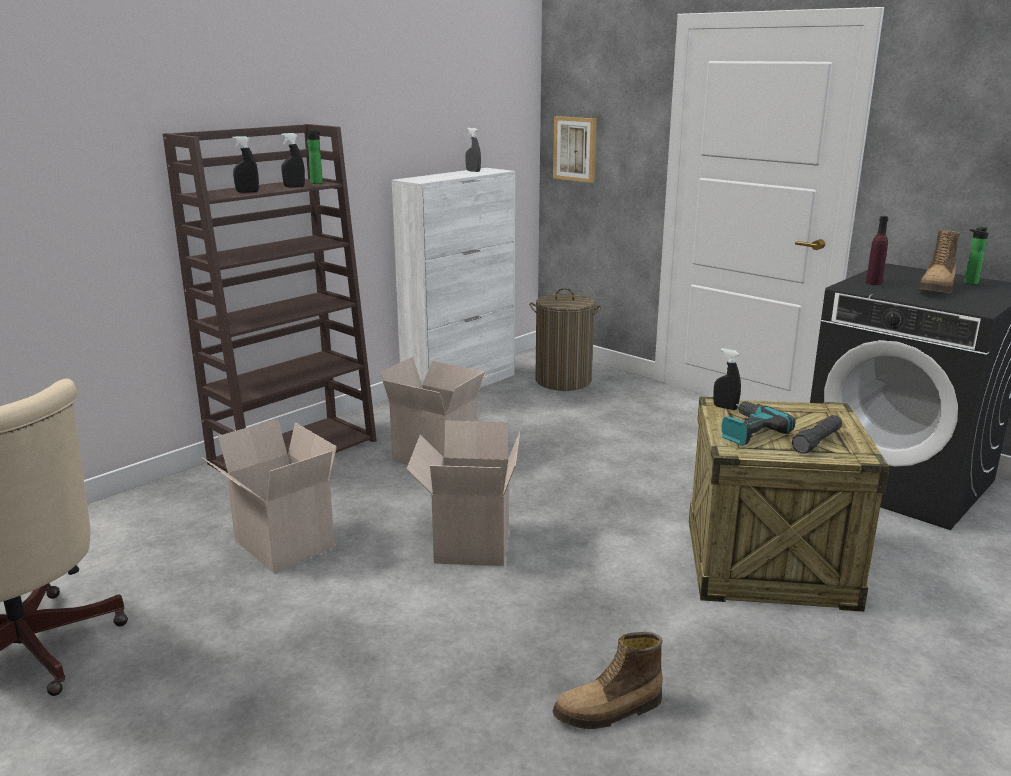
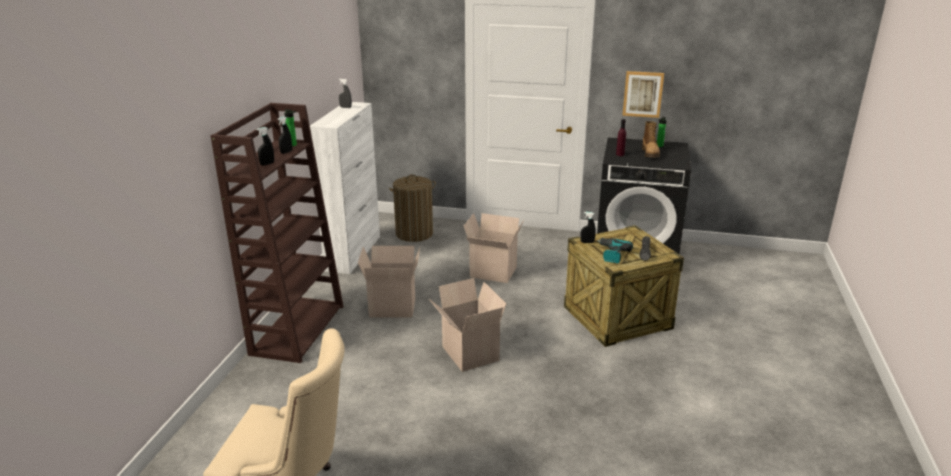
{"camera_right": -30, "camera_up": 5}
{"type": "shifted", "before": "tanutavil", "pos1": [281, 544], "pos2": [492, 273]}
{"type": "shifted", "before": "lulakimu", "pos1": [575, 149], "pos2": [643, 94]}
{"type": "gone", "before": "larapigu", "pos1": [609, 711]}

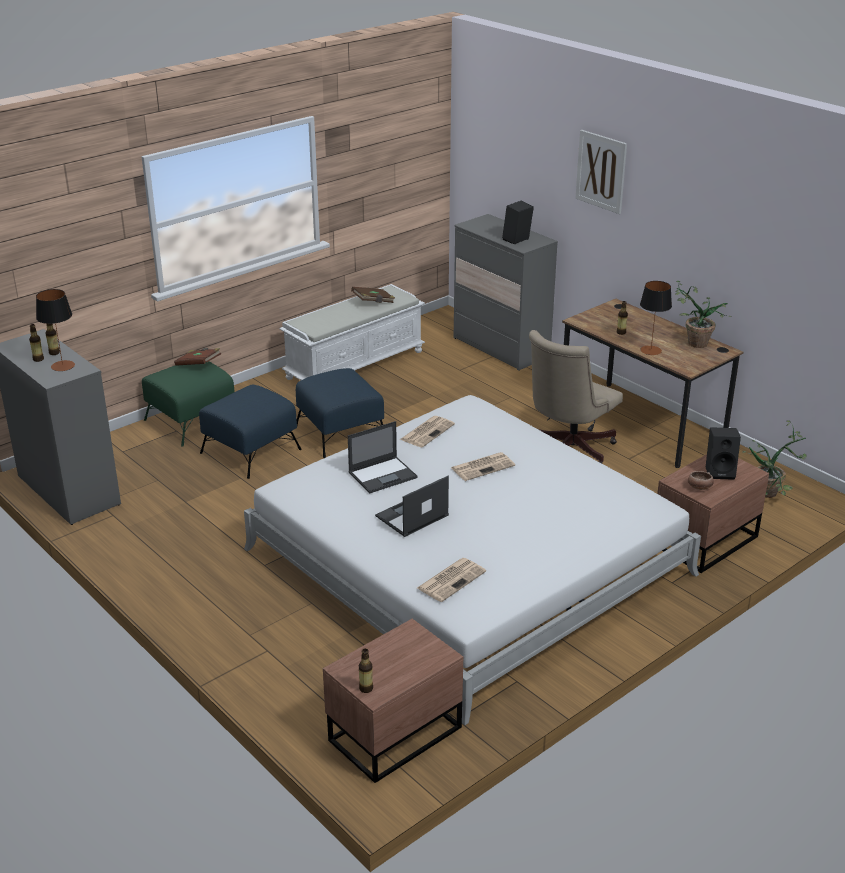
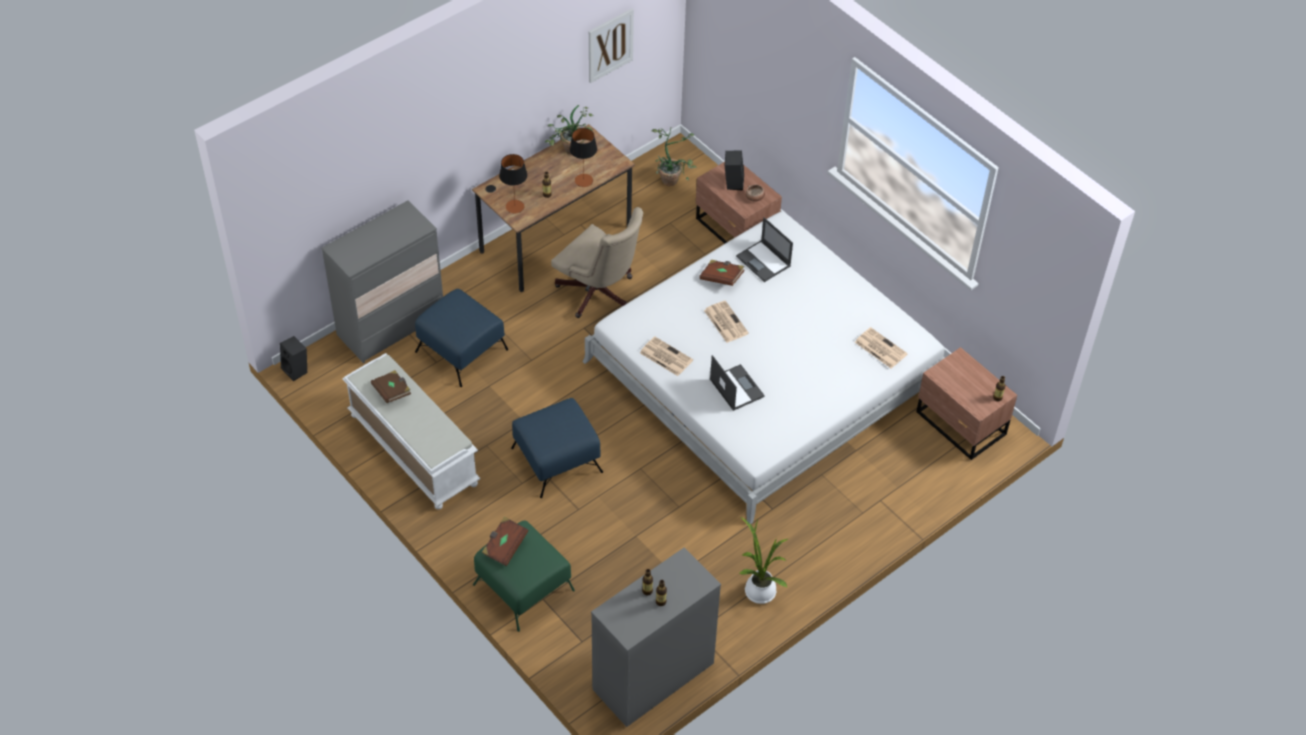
{"camera_right": -90, "camera_up": 20}
{"type": "shifted", "before": "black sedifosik", "pos1": [517, 240], "pos2": [297, 370]}
{"type": "shifted", "before": "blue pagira", "pos1": [251, 451], "pos2": [461, 350]}
{"type": "shifted", "before": "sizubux", "pos1": [62, 366], "pos2": [515, 206]}
{"type": "shifted", "before": "lulakimu", "pos1": [601, 171], "pos2": [610, 45]}
{"type": "new", "after": "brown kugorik", "pos2": [721, 278]}
{"type": "shifted", "before": "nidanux", "pos1": [411, 516], "pos2": [764, 261]}
{"type": "new", "after": "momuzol", "pos2": [758, 589]}

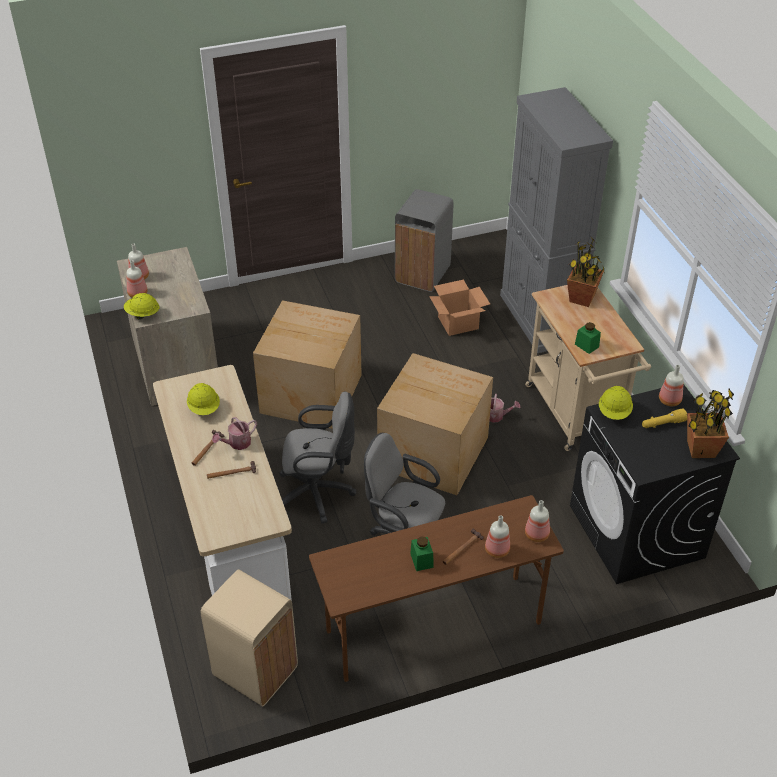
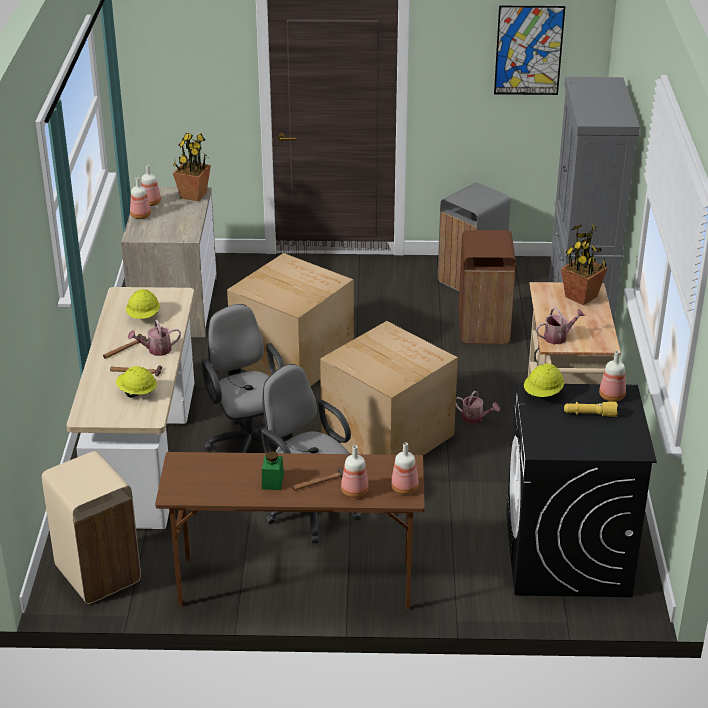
{"camera_right": 20, "camera_up": -10}
{"type": "shifted", "before": "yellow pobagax", "pos1": [142, 314], "pos2": [137, 392]}
{"type": "shifted", "before": "momuzol", "pos1": [700, 449], "pos2": [193, 195]}
{"type": "rotated", "before": "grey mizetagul", "pos1": [318, 494], "pos2": [248, 443], "turn": -135}
{"type": "swapped", "before": "tanutavil", "after": "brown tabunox", "pos1": [457, 323], "pos2": [483, 329]}
{"type": "new", "after": "lulakimu", "pos2": [528, 50]}
{"type": "swapped", "before": "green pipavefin", "after": "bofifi", "pos1": [586, 345], "pos2": [558, 337]}

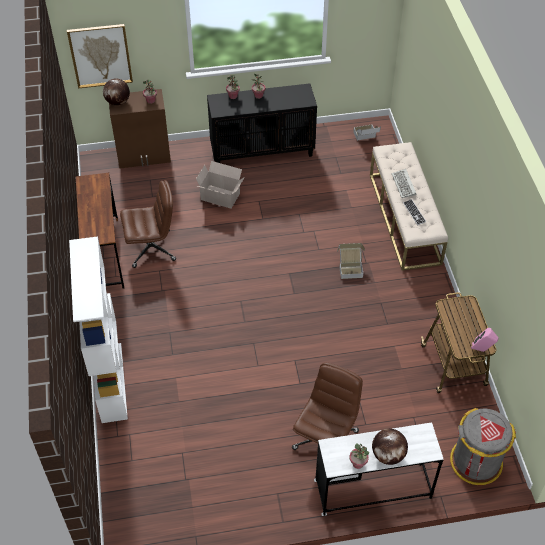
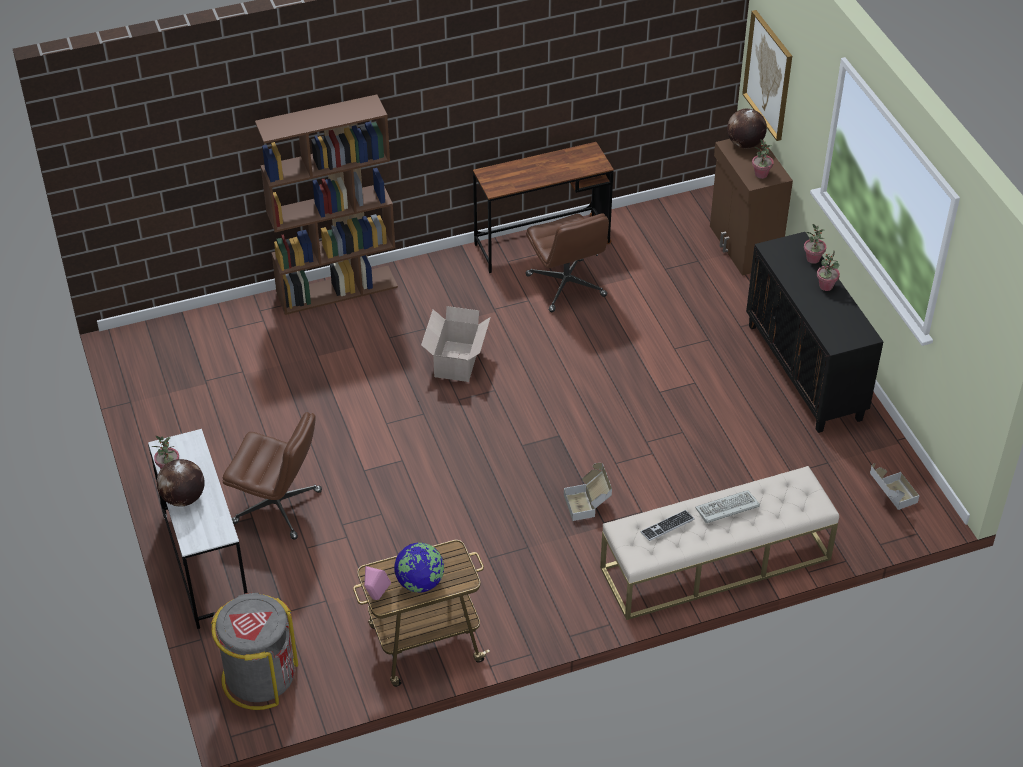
{"camera_right": 80, "camera_up": -5}
{"type": "repainted", "before": "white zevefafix", "after": "brown zevefafix", "pos1": [111, 382], "pos2": [337, 290]}
{"type": "new", "after": "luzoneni", "pos2": [420, 583]}
{"type": "shifted", "before": "tanutavil", "pos1": [221, 197], "pos2": [456, 362]}

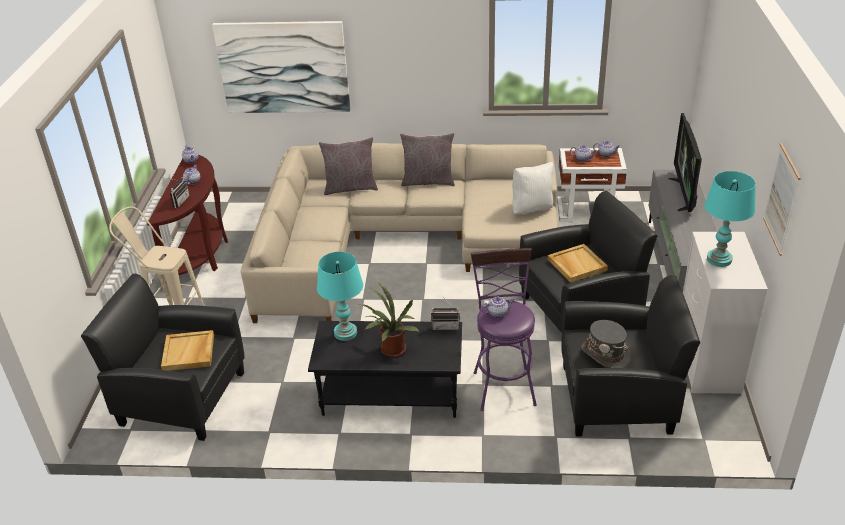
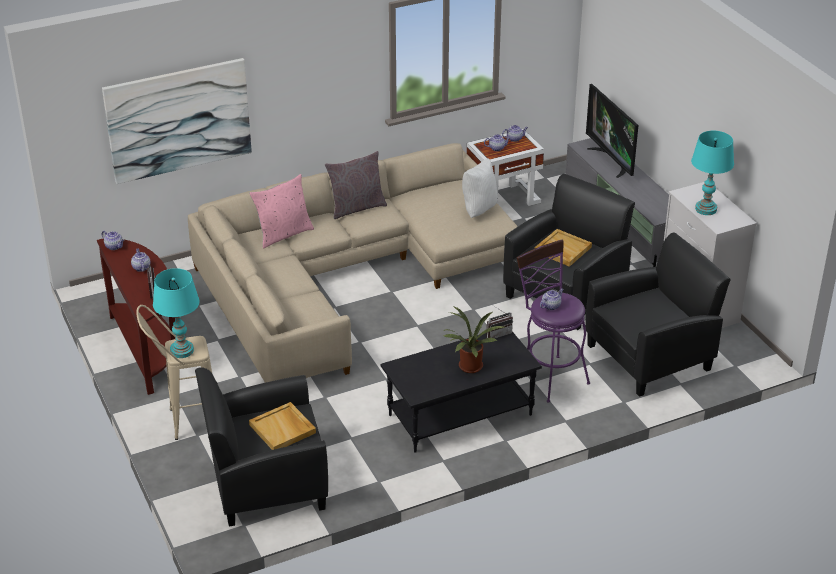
{"camera_right": -30, "camera_up": 0}
{"type": "shifted", "before": "turquoise sizubux", "pos1": [345, 333], "pos2": [182, 351]}
{"type": "repainted", "before": "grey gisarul", "after": "pink gisarul", "pos1": [350, 188], "pos2": [283, 234]}
{"type": "gone", "before": "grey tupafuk", "pos1": [606, 354]}
{"type": "gone", "before": "lulakimu", "pos1": [781, 199]}

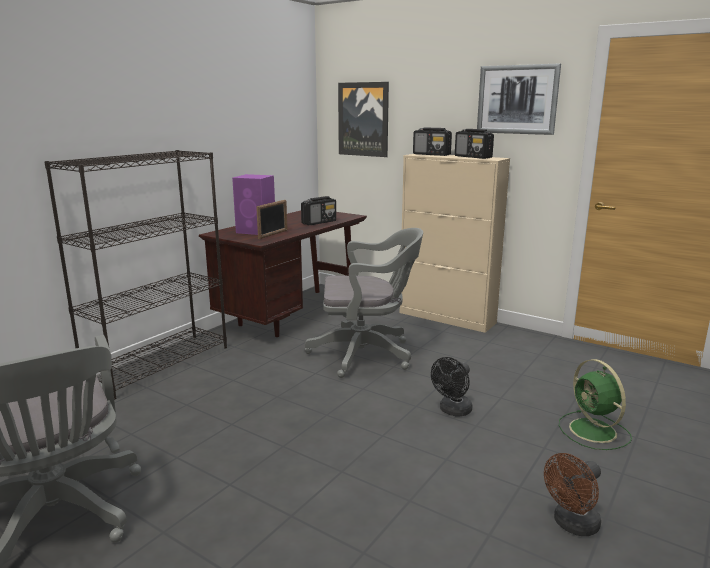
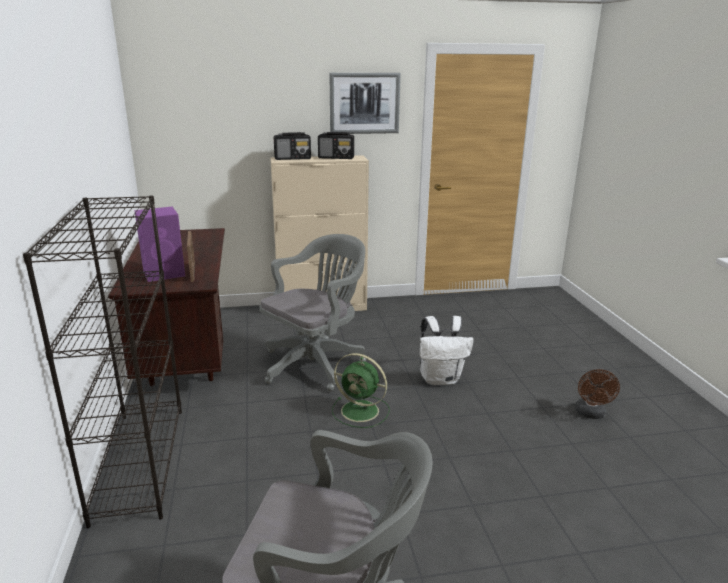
{"camera_right": -45, "camera_up": 5}
{"type": "shifted", "before": "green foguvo", "pos1": [594, 431], "pos2": [361, 411]}
{"type": "swapped", "before": "black foguvo", "after": "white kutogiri", "pos1": [453, 411], "pos2": [440, 379]}
{"type": "gone", "before": "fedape", "pos1": [319, 222]}
{"type": "gone", "before": "lulakimu", "pos1": [363, 119]}

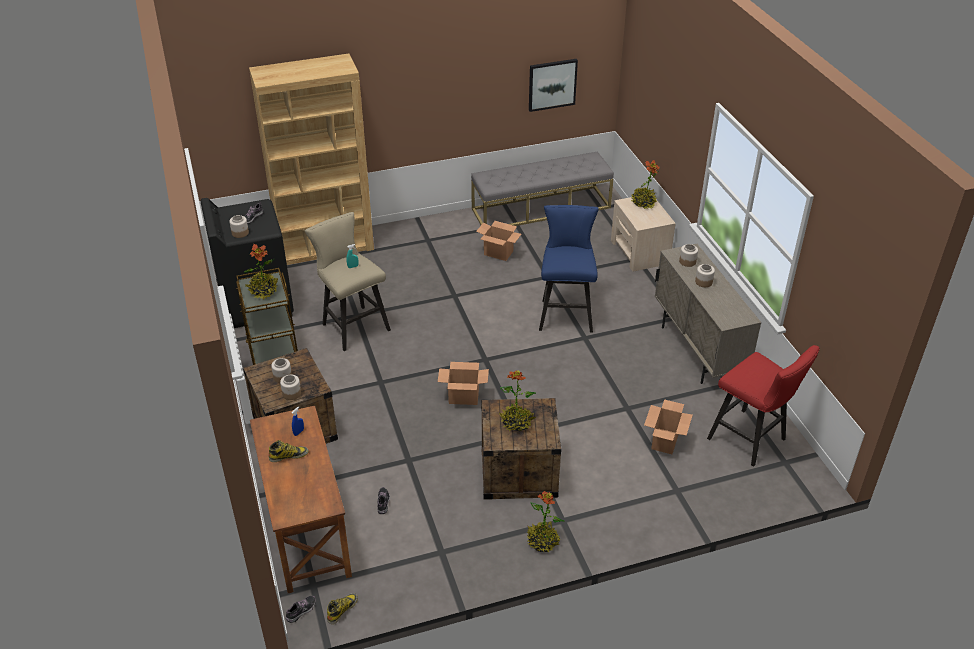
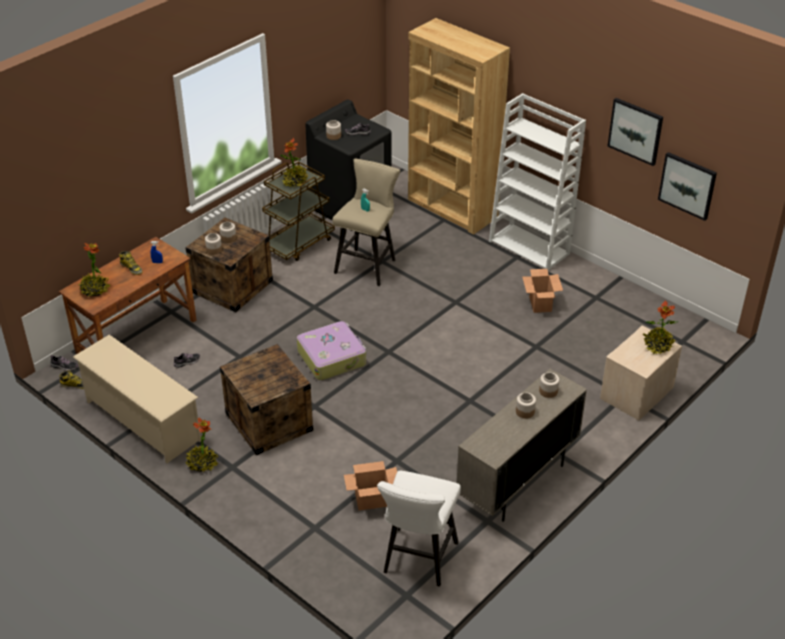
{"camera_right": 60, "camera_up": 0}
{"type": "new", "after": "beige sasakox", "pos2": [142, 421]}
{"type": "shifted", "before": "momuzol", "pos1": [516, 422], "pos2": [94, 290]}
{"type": "swapped", "before": "tanutavil", "after": "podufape", "pos1": [463, 397], "pos2": [332, 357]}
{"type": "repainted", "before": "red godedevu", "after": "white godedevu", "pos1": [751, 441], "pos2": [418, 561]}
{"type": "new", "after": "white zevefafix", "pos2": [530, 247]}
{"type": "new", "after": "lulakimu", "pos2": [635, 131]}
{"type": "gone", "before": "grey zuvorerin", "pos1": [541, 208]}
{"type": "gone", "before": "blue godedevu", "pos1": [565, 313]}

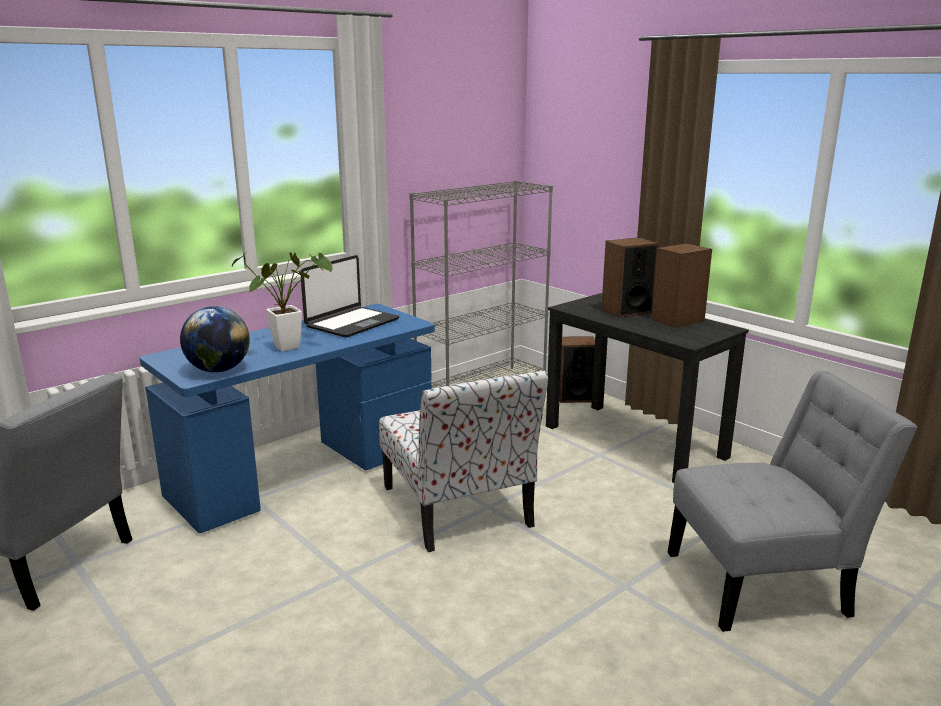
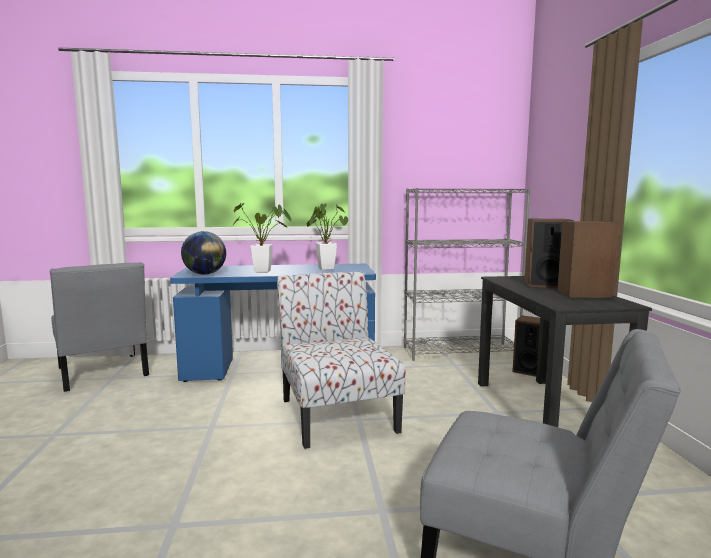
{"camera_right": 35, "camera_up": -10}
{"type": "rotated", "before": "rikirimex", "pos1": [458, 508], "pos2": [336, 413], "turn": 150}
{"type": "swapped", "before": "nidanux", "after": "momuzol", "pos1": [351, 323], "pos2": [325, 268]}

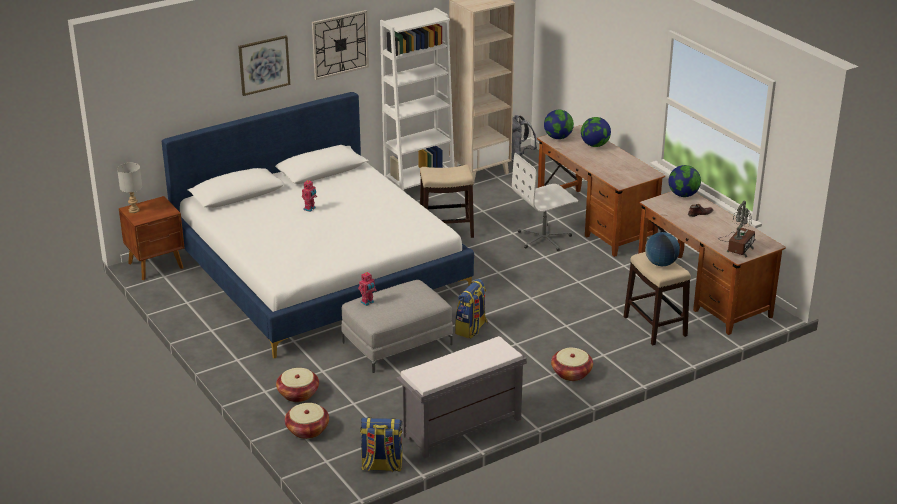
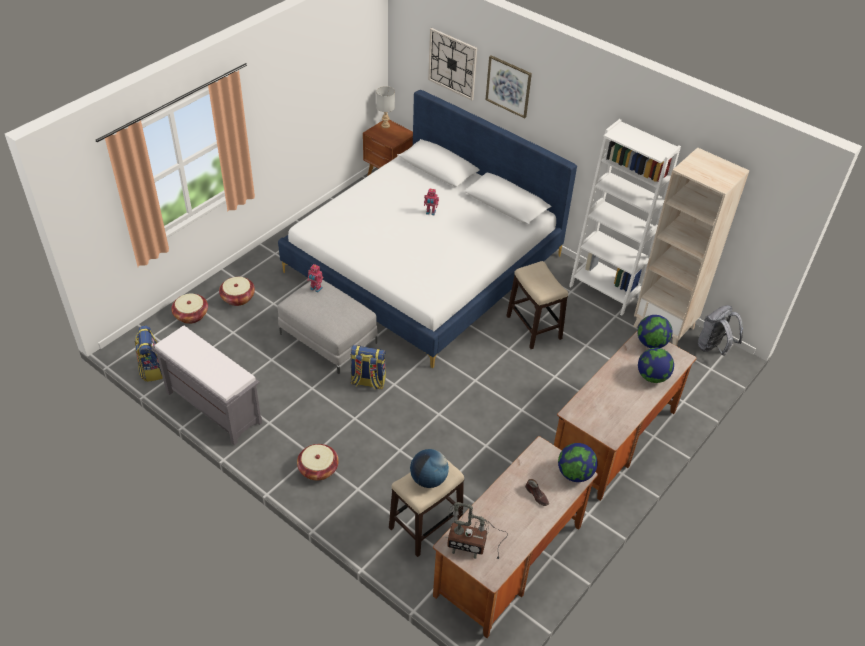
{"camera_right": 70, "camera_up": 15}
{"type": "shifted", "before": "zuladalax", "pos1": [340, 44], "pos2": [452, 64]}
{"type": "gone", "before": "white mizetagul", "pos1": [544, 238]}

